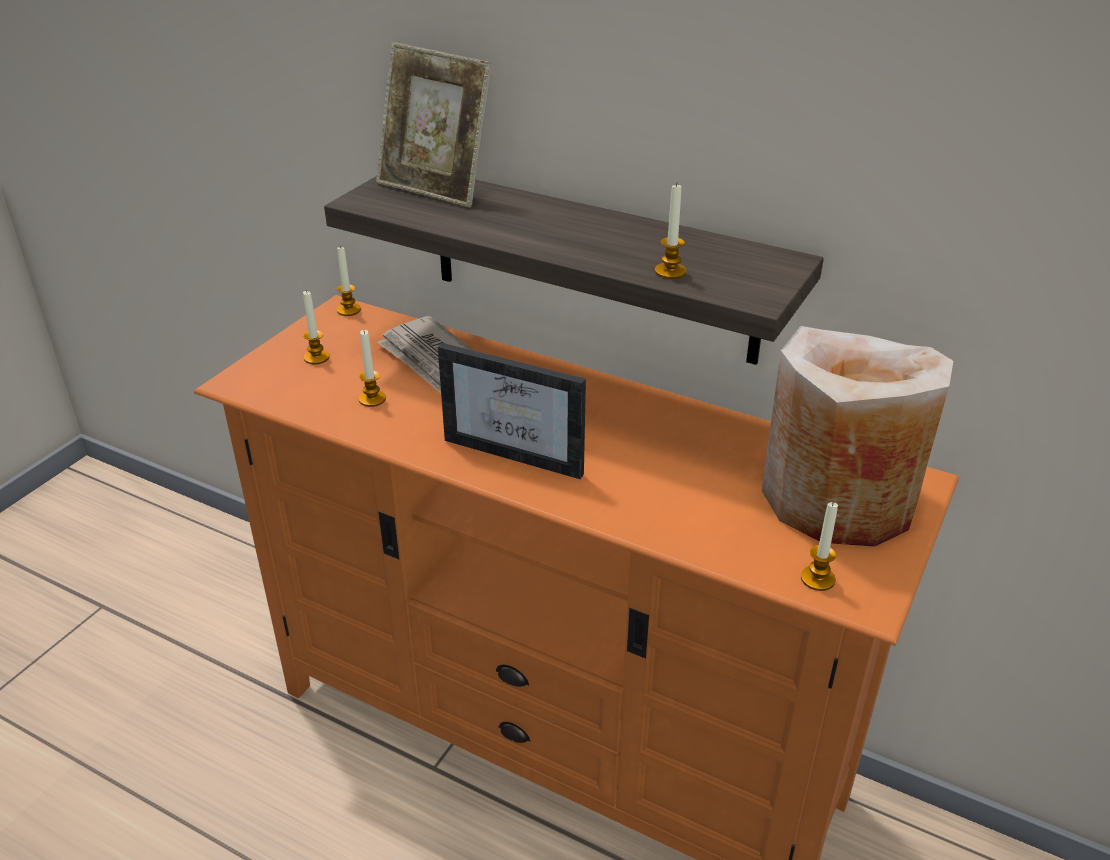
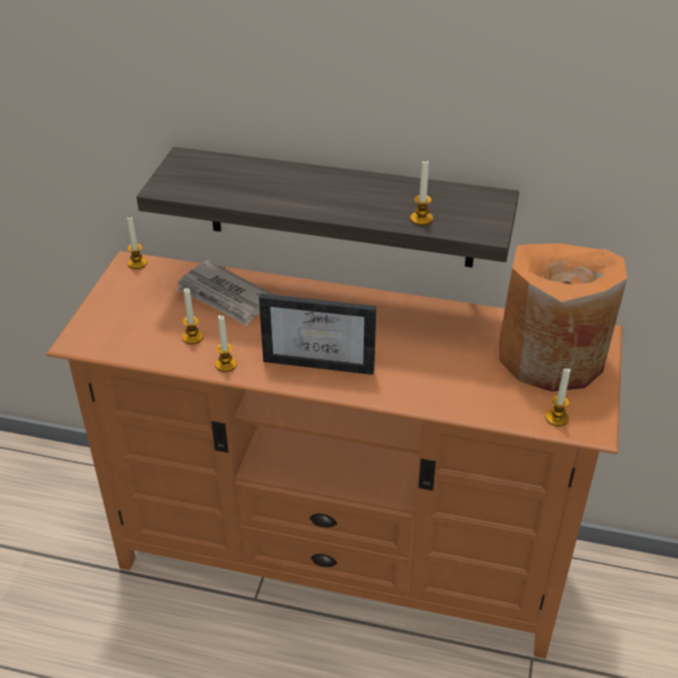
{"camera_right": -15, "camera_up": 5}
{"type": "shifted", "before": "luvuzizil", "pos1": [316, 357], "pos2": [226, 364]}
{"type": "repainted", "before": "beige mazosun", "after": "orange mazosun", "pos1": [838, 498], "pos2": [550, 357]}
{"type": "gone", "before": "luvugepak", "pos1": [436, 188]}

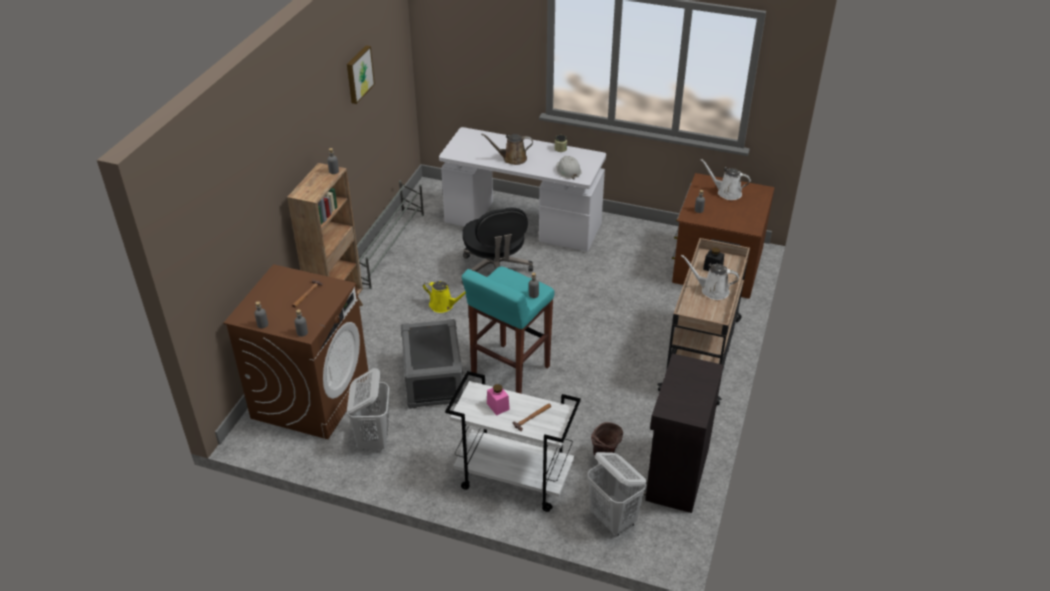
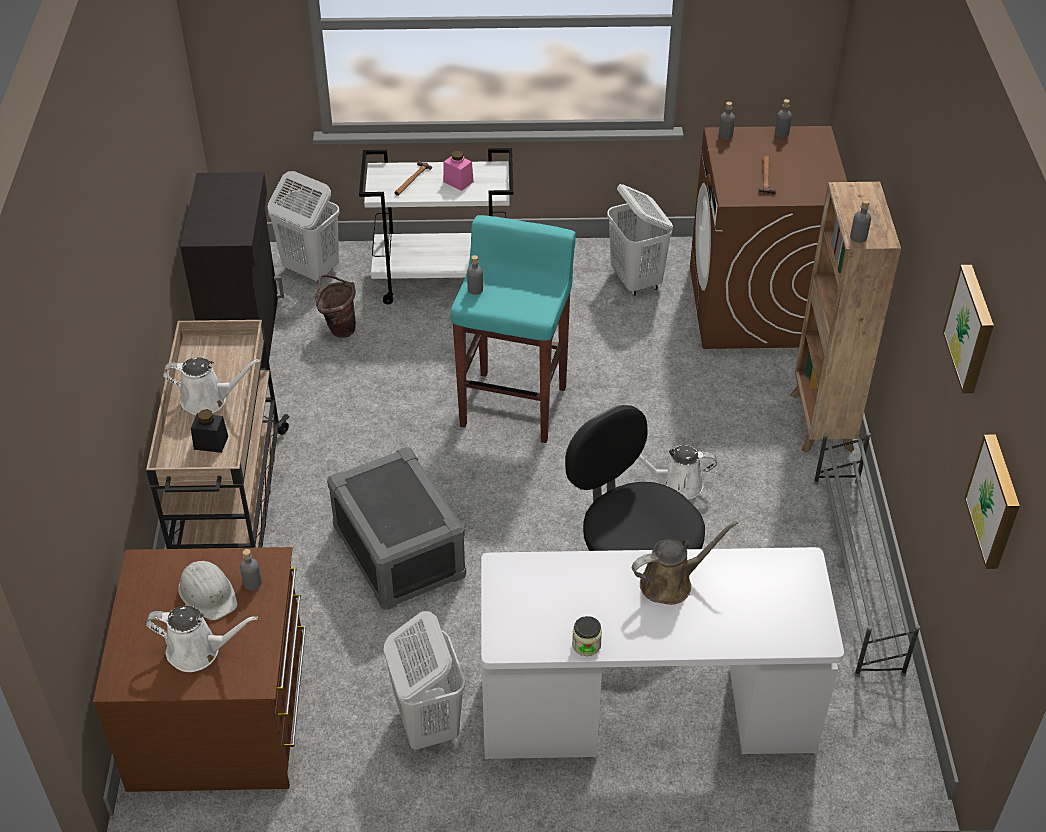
{"camera_right": 160, "camera_up": 5}
{"type": "shifted", "before": "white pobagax", "pos1": [568, 170], "pos2": [208, 593]}
{"type": "shifted", "before": "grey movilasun", "pos1": [434, 379], "pos2": [397, 551]}
{"type": "new", "after": "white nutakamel", "pos2": [427, 723]}
{"type": "repainted", "before": "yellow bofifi", "after": "white bofifi", "pos1": [444, 305], "pos2": [677, 484]}
{"type": "new", "after": "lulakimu", "pos2": [996, 501]}

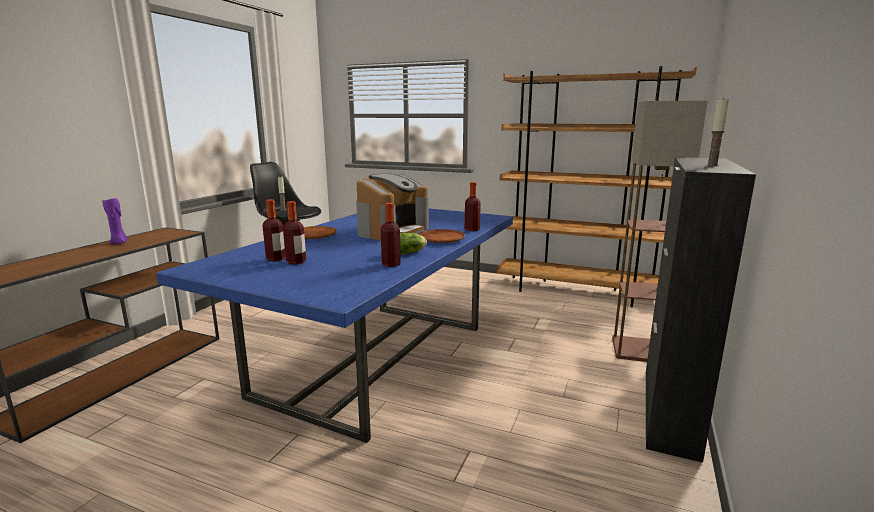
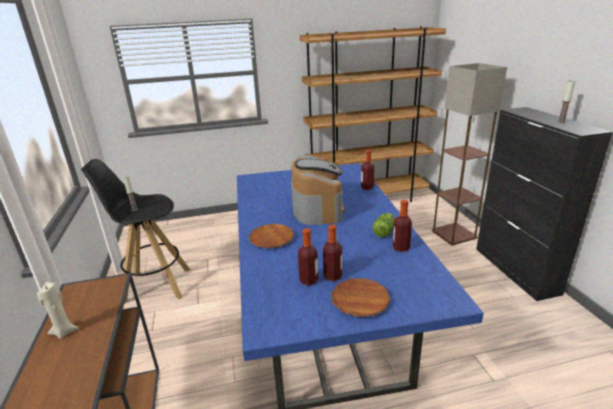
{"camera_right": -35, "camera_up": 10}
{"type": "repainted", "before": "purple luvuzizil", "after": "beige luvuzizil", "pos1": [119, 243], "pos2": [64, 331]}
{"type": "shifted", "before": "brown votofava", "pos1": [441, 239], "pos2": [360, 300]}

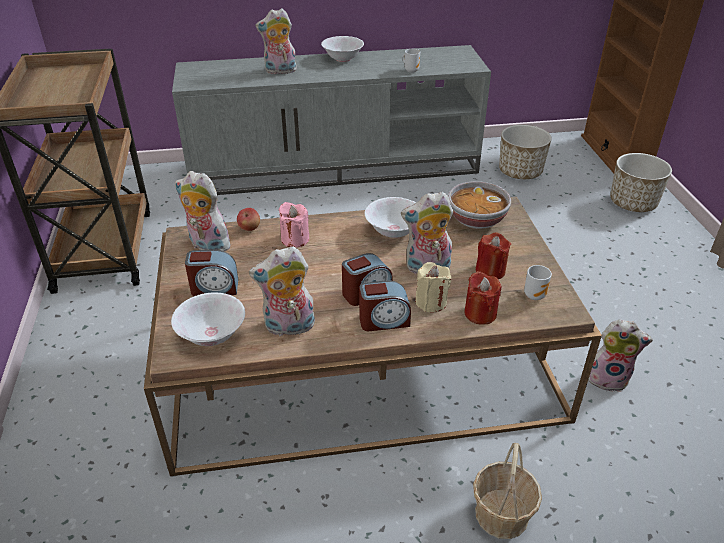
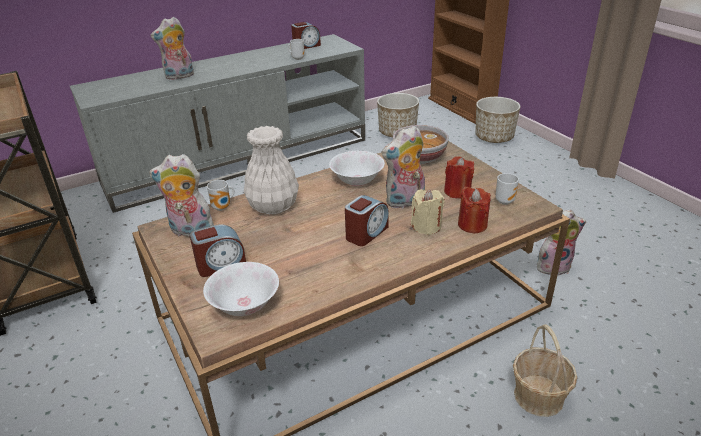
{"camera_right": -20, "camera_up": -5}
{"type": "swapped", "before": "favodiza", "after": "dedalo", "pos1": [249, 228], "pos2": [223, 207]}
{"type": "swapped", "before": "pink luvuzizil", "after": "white mazosun", "pos1": [295, 239], "pos2": [273, 207]}
{"type": "shifted", "before": "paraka", "pos1": [384, 321], "pos2": [306, 46]}
{"type": "gone", "before": "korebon", "pos1": [288, 327]}
{"type": "gone", "before": "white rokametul", "pos1": [343, 59]}

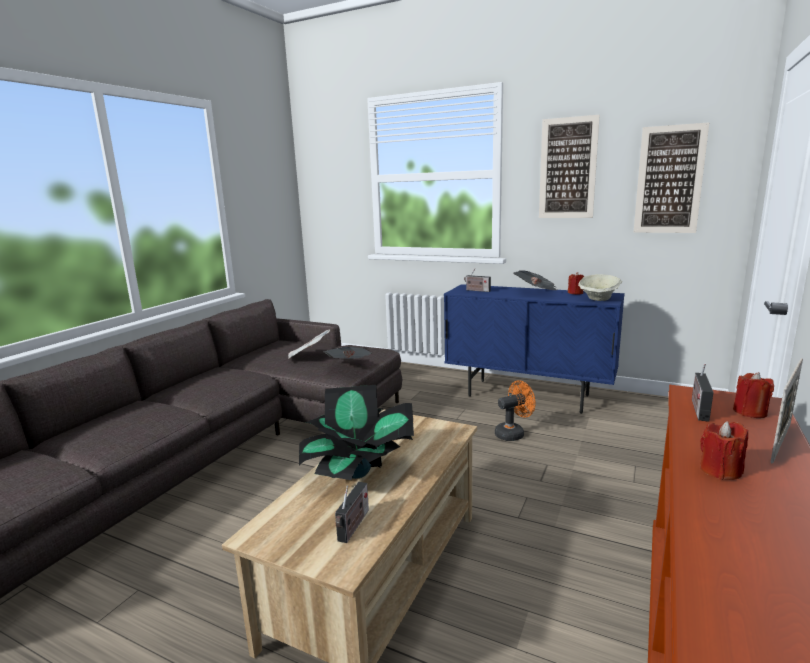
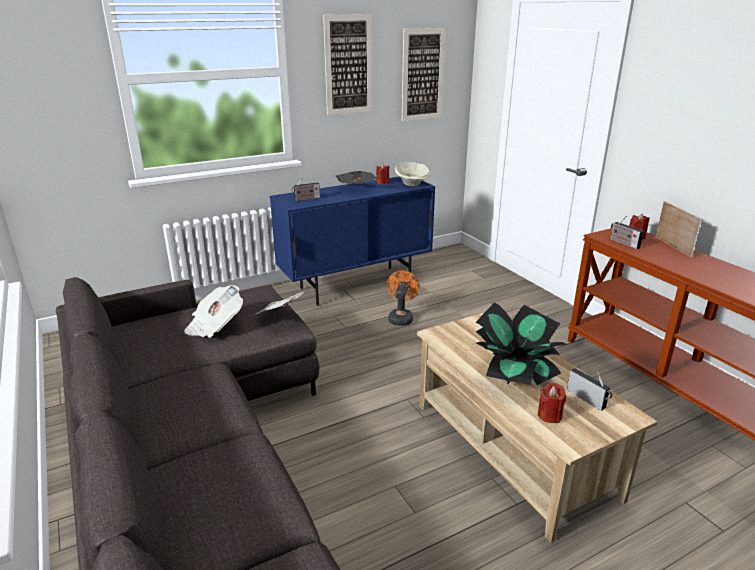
{"camera_right": -55, "camera_up": 10}
{"type": "shifted", "before": "red luvuzizil", "pos1": [720, 470], "pos2": [549, 415]}

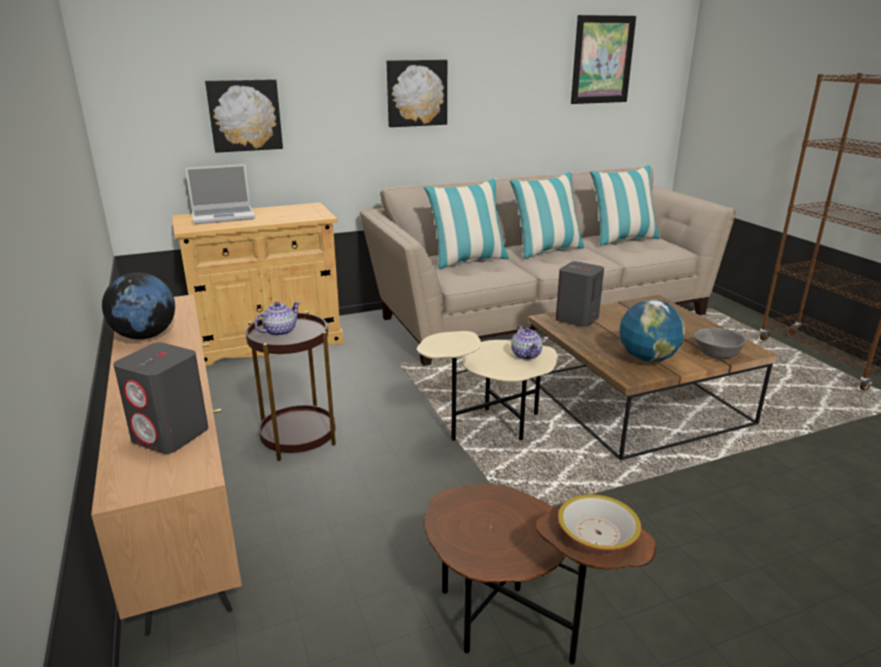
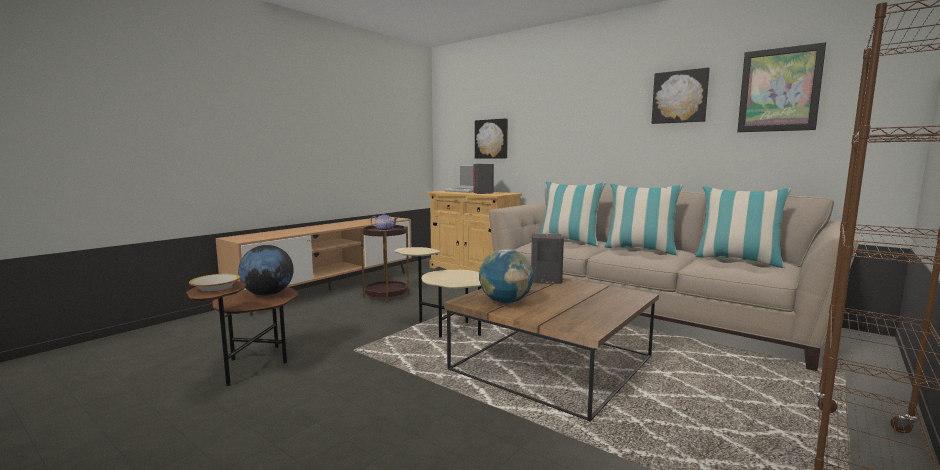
{"camera_right": 60, "camera_up": -15}
{"type": "shifted", "before": "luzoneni", "pos1": [145, 336], "pos2": [268, 294]}
{"type": "shifted", "before": "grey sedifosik", "pos1": [171, 435], "pos2": [483, 193]}
{"type": "shifted", "before": "lulakimu", "pos1": [416, 93], "pos2": [680, 97]}
{"type": "gone", "before": "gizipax", "pos1": [526, 355]}
{"type": "gone", "before": "grey rokametul", "pos1": [716, 354]}

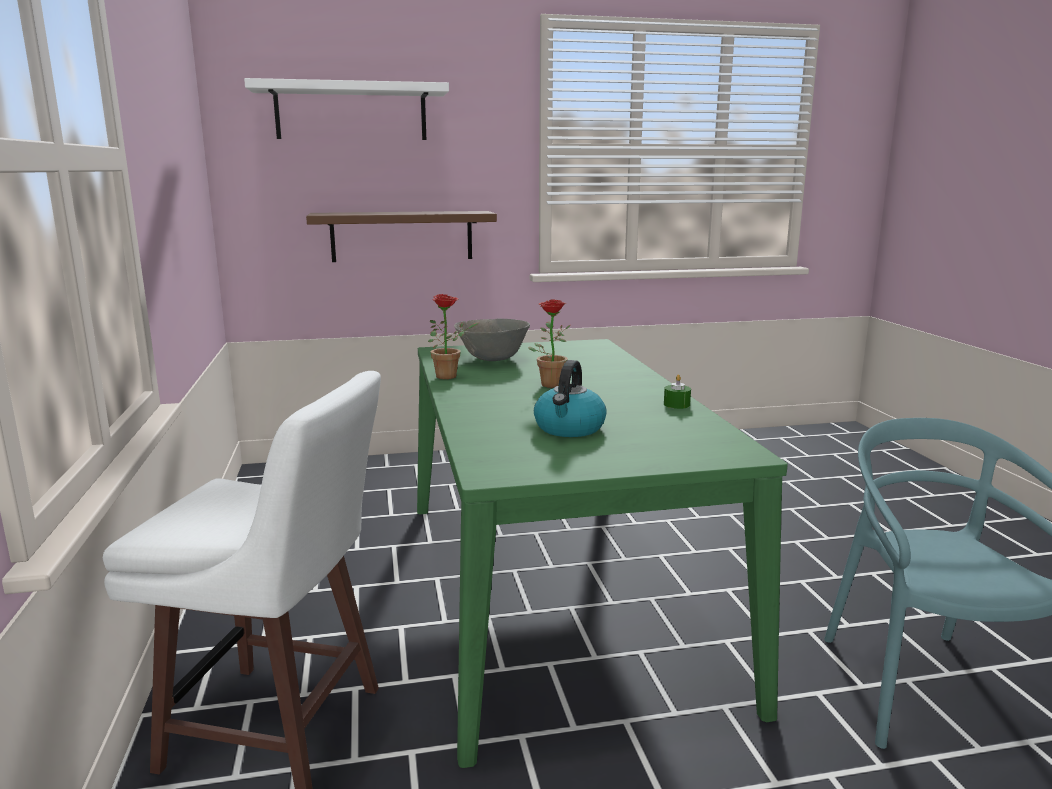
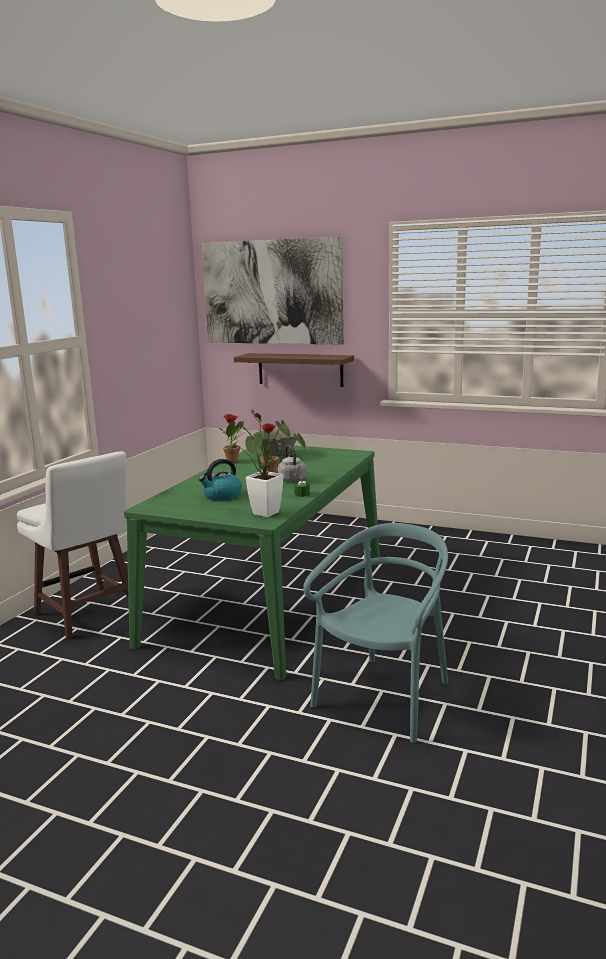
{"camera_right": 35, "camera_up": 0}
{"type": "swapped", "before": "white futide", "after": "lulakimu", "pos1": [351, 113], "pos2": [272, 292]}
{"type": "new", "after": "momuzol", "pos2": [261, 512]}
{"type": "new", "after": "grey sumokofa", "pos2": [293, 480]}

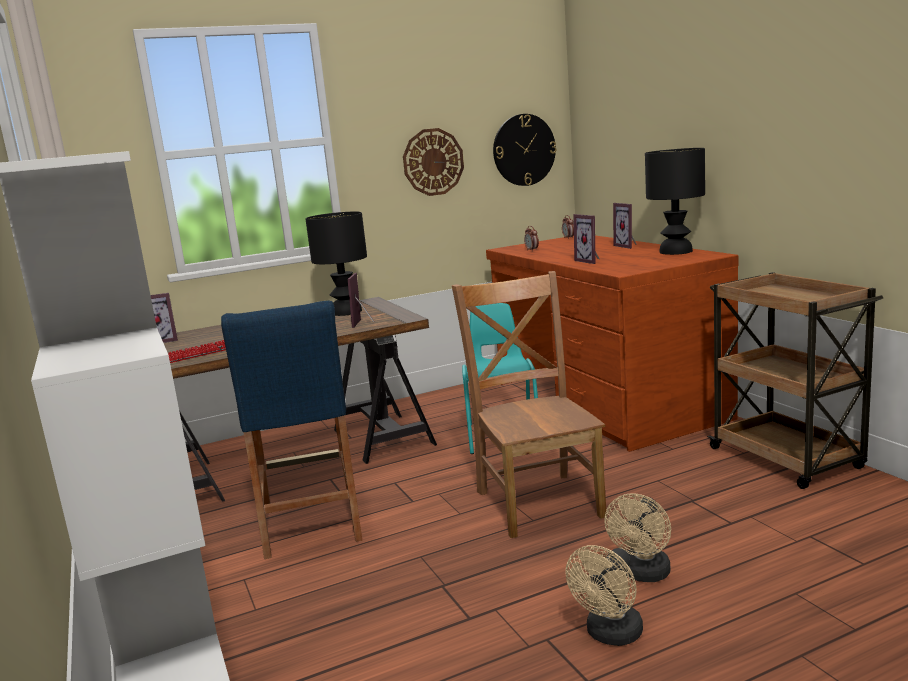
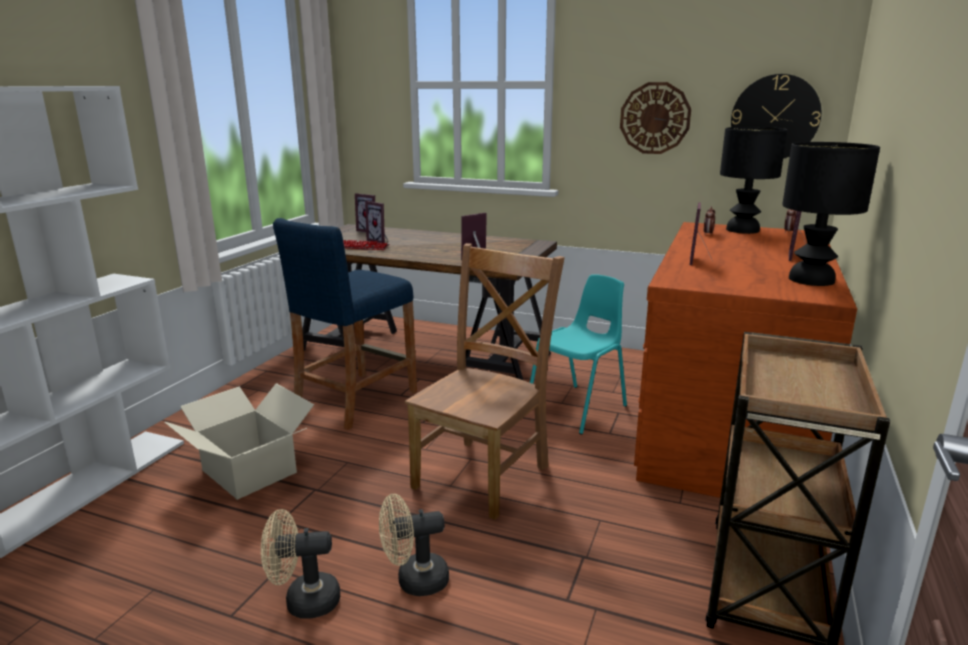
{"camera_right": 45, "camera_up": 5}
{"type": "new", "after": "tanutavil", "pos2": [250, 471]}
{"type": "new", "after": "luvugepak", "pos2": [381, 241]}
{"type": "shifted", "before": "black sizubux", "pos1": [346, 312], "pos2": [742, 230]}

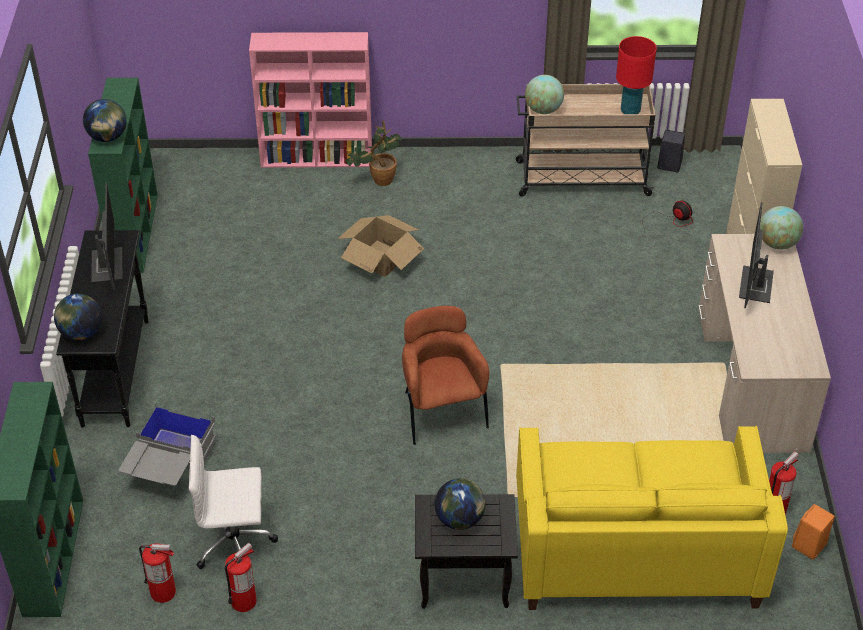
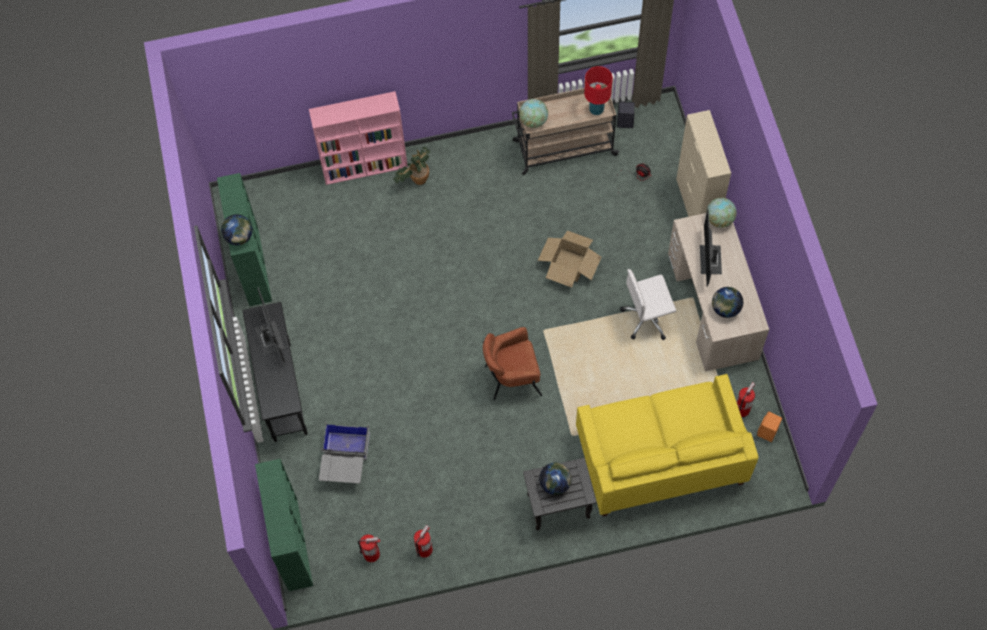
{"camera_right": -10, "camera_up": 20}
{"type": "rotated", "before": "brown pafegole", "pos1": [441, 411], "pos2": [512, 377], "turn": -75}
{"type": "shifted", "before": "tanutavil", "pos1": [381, 258], "pos2": [569, 265]}
{"type": "shifted", "before": "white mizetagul", "pos1": [235, 543], "pos2": [647, 318]}
{"type": "shifted", "before": "luzoneni", "pos1": [81, 333], "pos2": [725, 309]}

